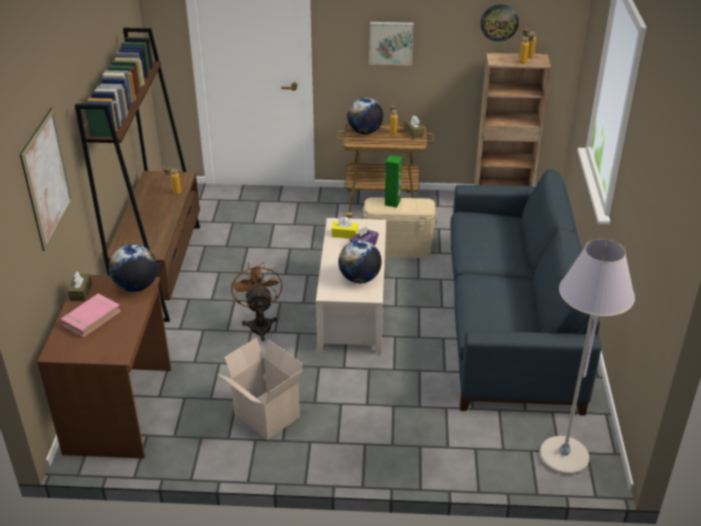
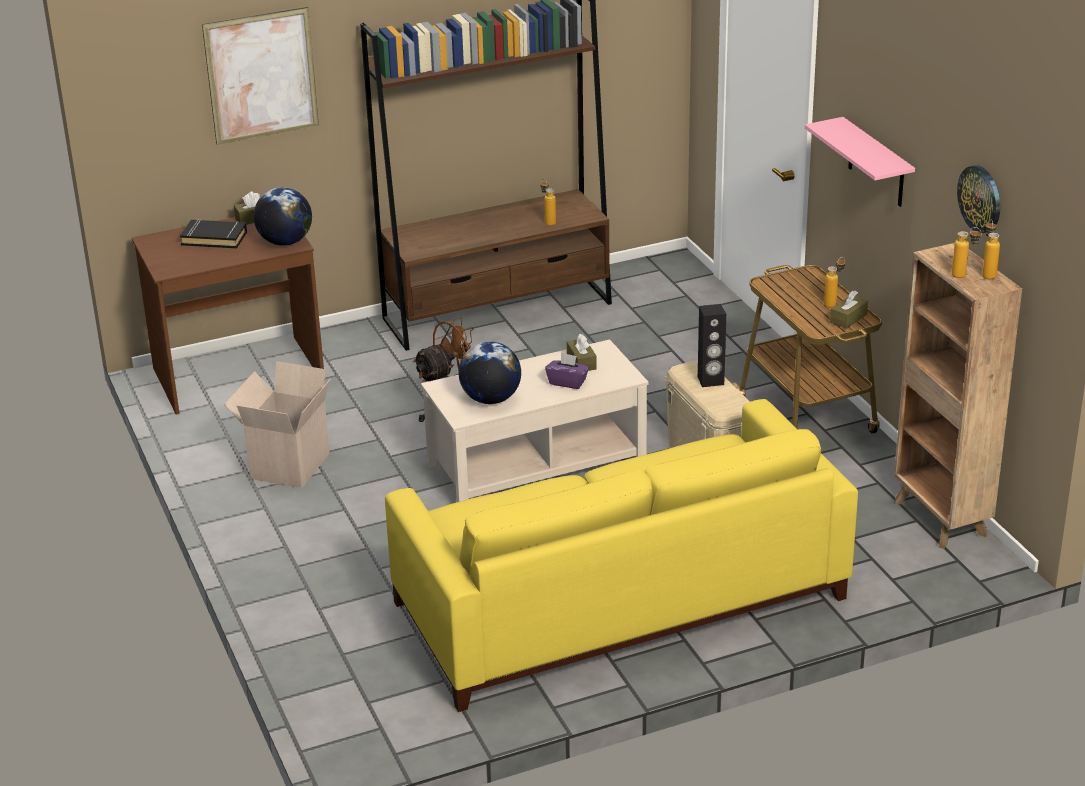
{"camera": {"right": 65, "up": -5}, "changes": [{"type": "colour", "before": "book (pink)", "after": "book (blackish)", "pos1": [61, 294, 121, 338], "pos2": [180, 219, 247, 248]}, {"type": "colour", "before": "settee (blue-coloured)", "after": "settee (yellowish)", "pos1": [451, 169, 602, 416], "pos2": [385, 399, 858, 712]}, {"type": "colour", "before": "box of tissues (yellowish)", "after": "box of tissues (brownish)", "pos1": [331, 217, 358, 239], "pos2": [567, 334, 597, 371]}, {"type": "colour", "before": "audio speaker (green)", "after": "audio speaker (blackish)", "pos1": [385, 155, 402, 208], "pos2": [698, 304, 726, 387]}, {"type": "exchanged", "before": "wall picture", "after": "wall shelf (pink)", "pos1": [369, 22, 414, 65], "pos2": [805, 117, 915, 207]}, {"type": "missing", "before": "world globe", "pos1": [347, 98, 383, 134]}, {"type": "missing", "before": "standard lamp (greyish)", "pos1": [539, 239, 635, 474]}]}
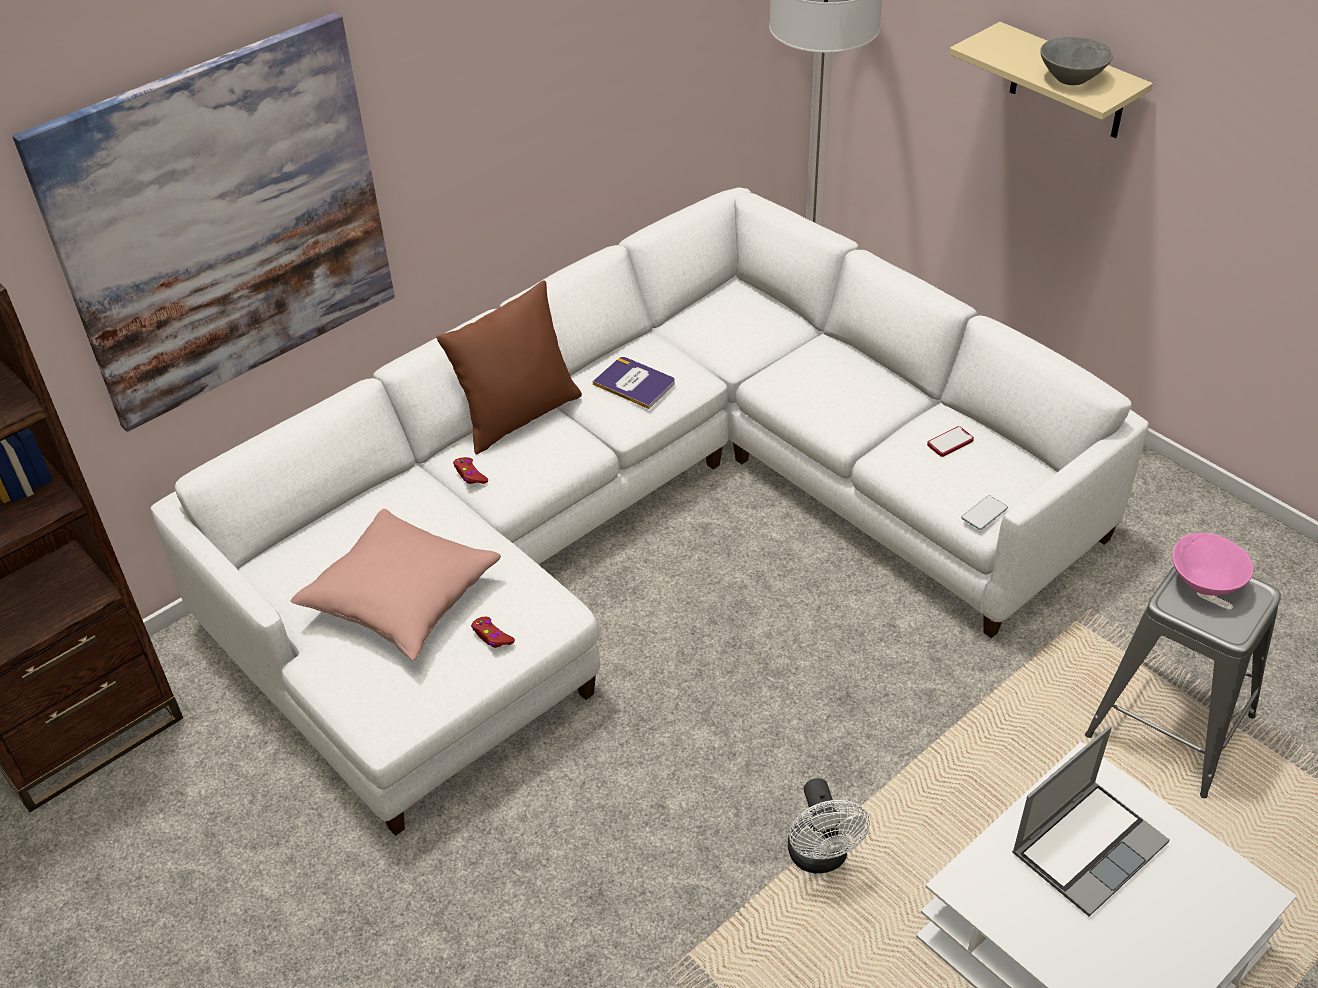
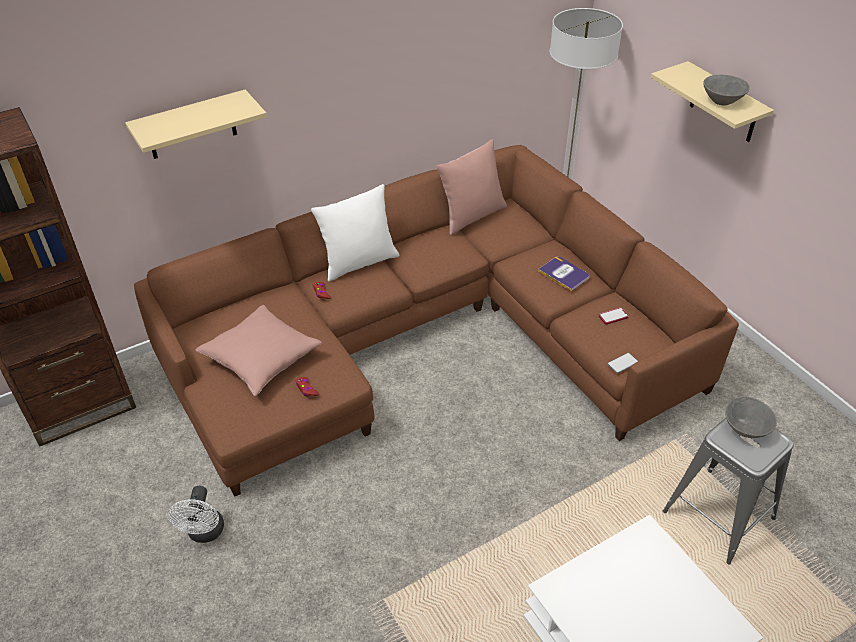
{"camera": {"right": 10, "up": 0}, "changes": [{"type": "exchanged", "before": "wall picture", "after": "wall shelf (beige)", "pos1": [13, 12, 395, 432], "pos2": [125, 89, 267, 159]}, {"type": "colour", "before": "settee (whitish)", "after": "settee (brownish)", "pos1": [151, 187, 1149, 836], "pos2": [134, 145, 739, 497]}, {"type": "relocated", "before": "cooling fan (whitish)", "pos1": [788, 778, 870, 873], "pos2": [168, 486, 224, 543]}, {"type": "colour", "before": "throw pillow (brownish)", "after": "throw pillow (whitish)", "pos1": [437, 280, 582, 454], "pos2": [311, 184, 399, 282]}, {"type": "appeared", "after": "throw pillow (pink)", "pos2": [436, 139, 507, 235]}, {"type": "relocated", "before": "book", "pos1": [593, 357, 675, 409], "pos2": [538, 256, 590, 291]}, {"type": "colour", "before": "bowl (pink)", "after": "bowl (greyish)", "pos1": [1172, 533, 1253, 596], "pos2": [725, 396, 777, 438]}, {"type": "missing", "before": "notebook computer", "pos1": [1012, 726, 1170, 917]}]}
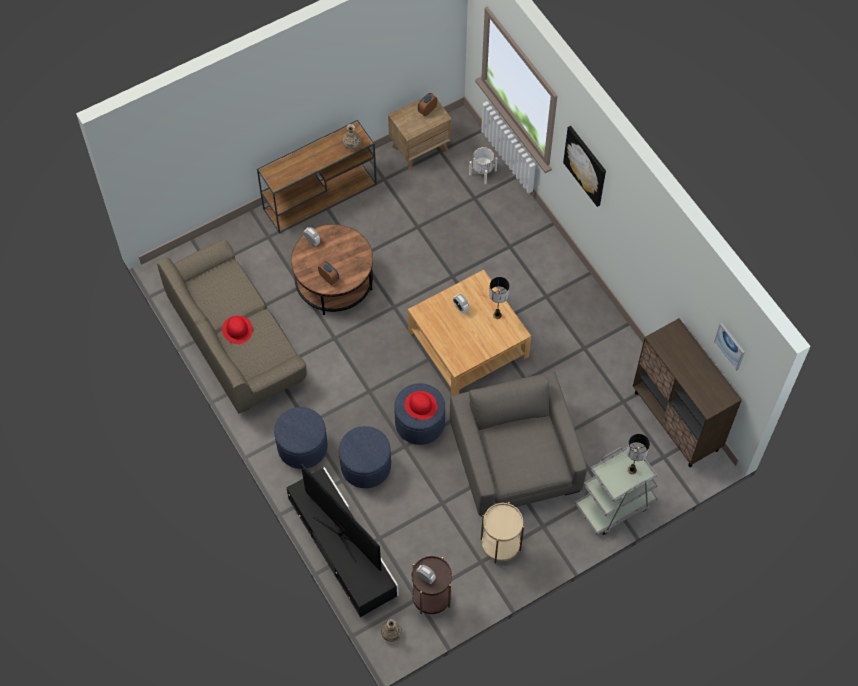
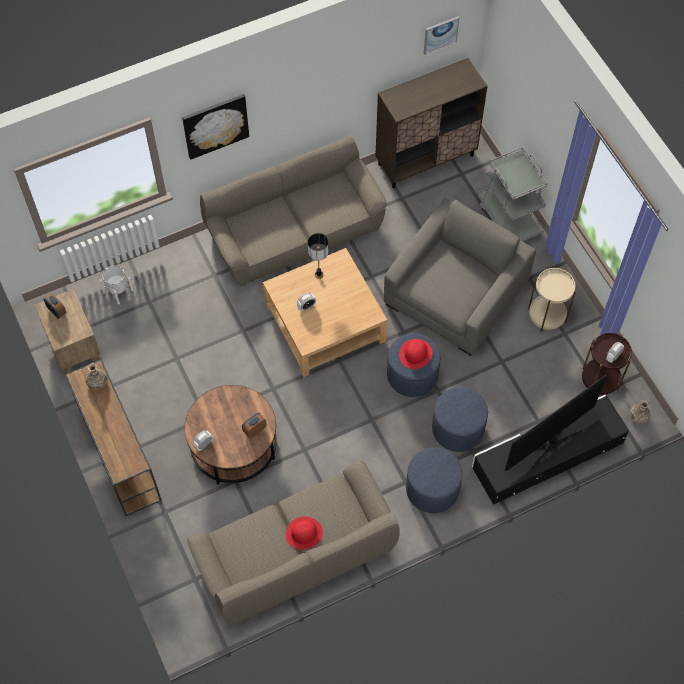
{"camera": {"right": -85, "up": 0}, "changes": [{"type": "appeared", "after": "settee", "pos2": [200, 135, 387, 286]}, {"type": "spun", "before": "easy chair (greyish)", "pos1": [450, 371, 587, 517], "pos2": [384, 198, 536, 356], "turn": 135}, {"type": "missing", "before": "tabletop lamp", "pos1": [627, 434, 650, 474]}]}
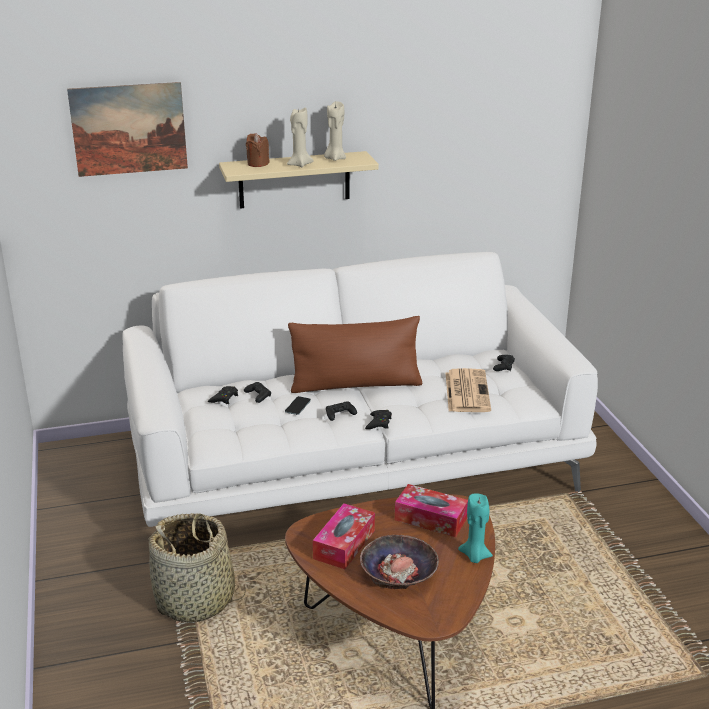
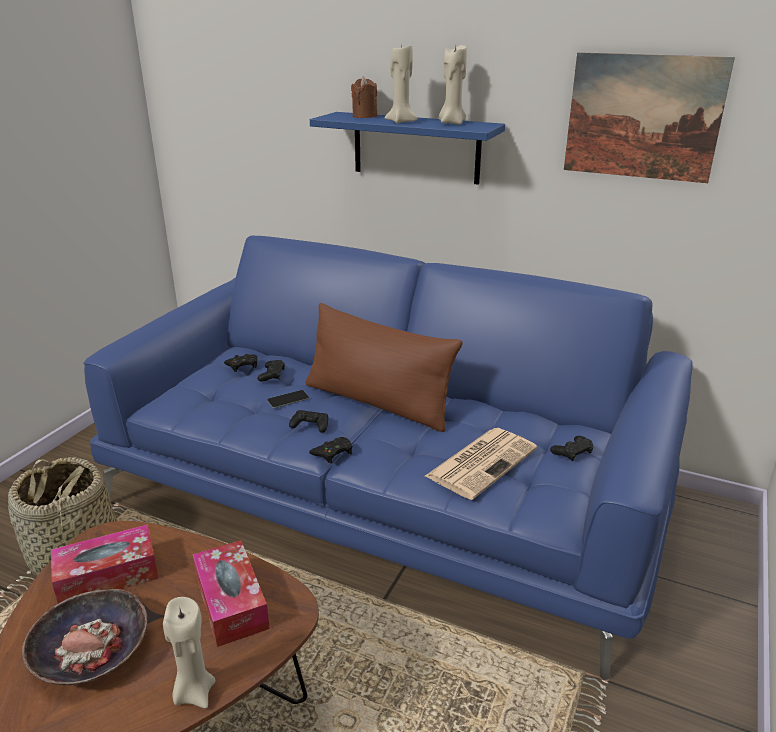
{"camera": {"right": 40, "up": 0}, "changes": [{"type": "colour", "before": "settee (whitish)", "after": "settee (blue-coloured)", "pos1": [122, 252, 598, 527], "pos2": [83, 235, 692, 680]}, {"type": "colour", "before": "candle (turquoise-coloured)", "after": "candle (beige)", "pos1": [458, 493, 493, 563], "pos2": [163, 597, 215, 708]}, {"type": "colour", "before": "wall shelf (beige)", "after": "wall shelf (blue-coloured)", "pos1": [219, 151, 379, 209], "pos2": [310, 112, 505, 185]}, {"type": "relocated", "before": "wall picture", "pos1": [67, 82, 188, 177], "pos2": [564, 52, 735, 183]}]}
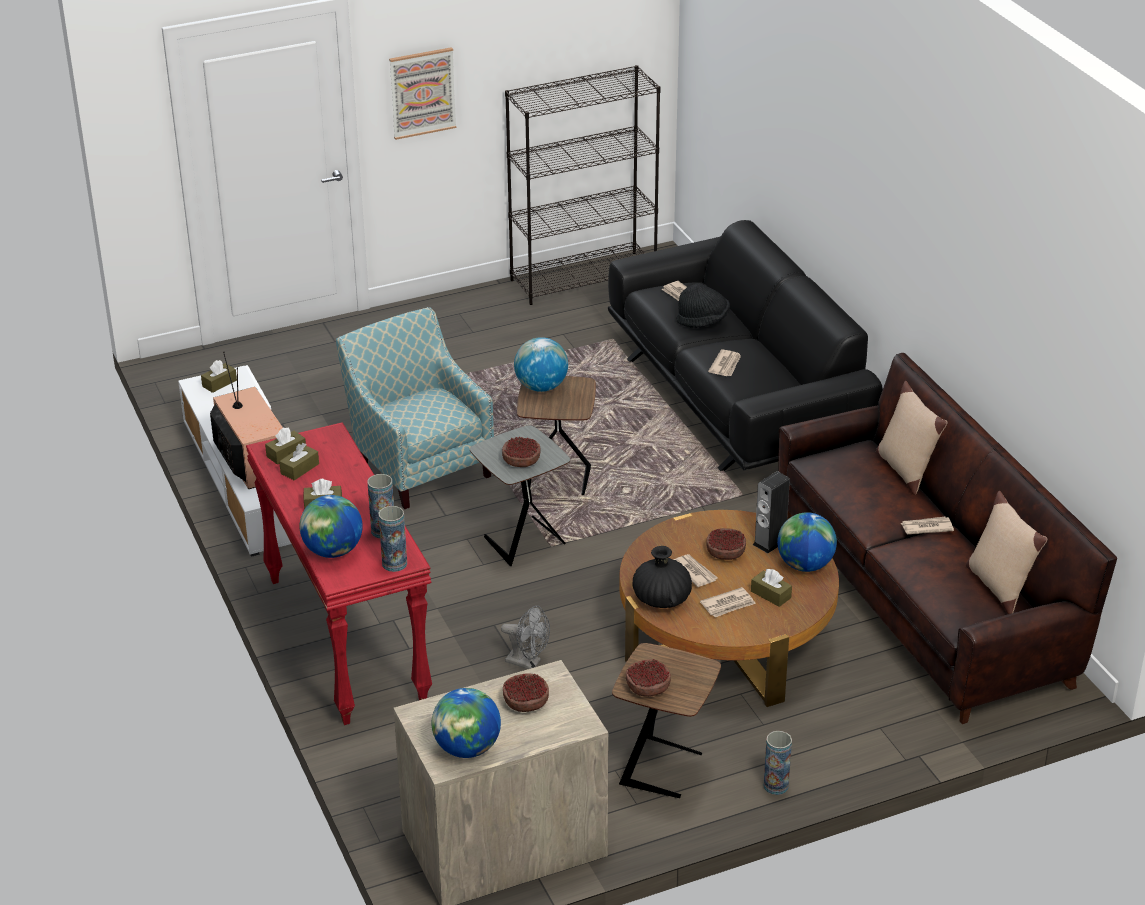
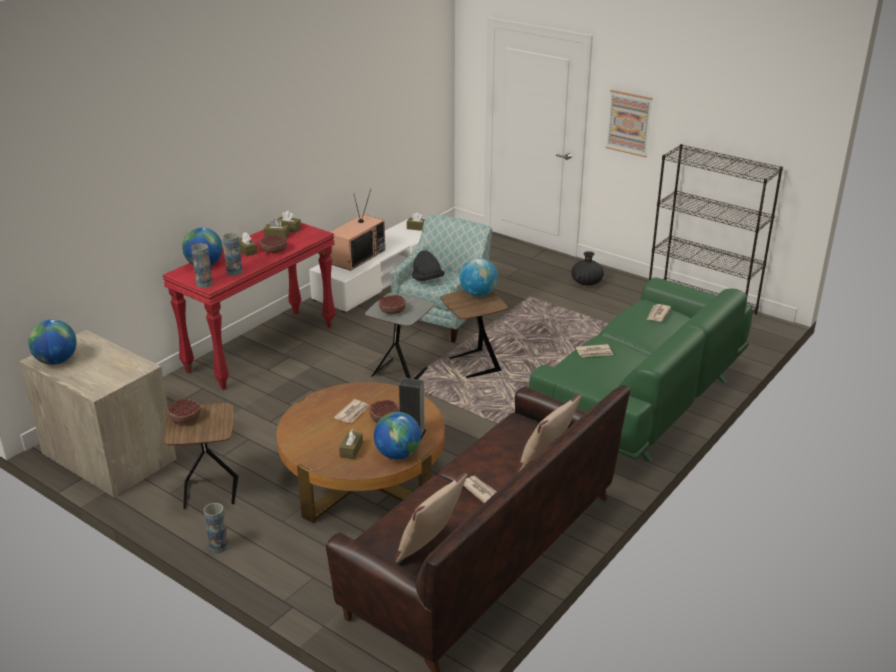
{"camera": {"right": 60, "up": -5}, "changes": [{"type": "relocated", "before": "bowl", "pos1": [503, 673, 549, 712], "pos2": [260, 235, 287, 253]}, {"type": "relocated", "before": "hat (blackish)", "pos1": [676, 283, 730, 328], "pos2": [412, 250, 444, 281]}, {"type": "colour", "before": "settee (blackish)", "after": "settee (green)", "pos1": [608, 220, 883, 471], "pos2": [529, 278, 753, 462]}, {"type": "relocated", "before": "flower vase (blackish)", "pos1": [632, 546, 692, 608], "pos2": [571, 251, 604, 286]}, {"type": "missing", "before": "cooling fan (greyish)", "pos1": [501, 606, 550, 669]}, {"type": "missing", "before": "printed paper", "pos1": [700, 587, 756, 617]}]}
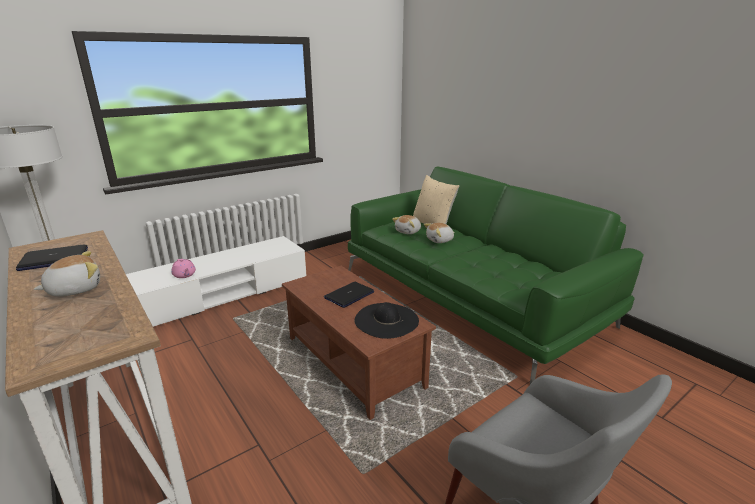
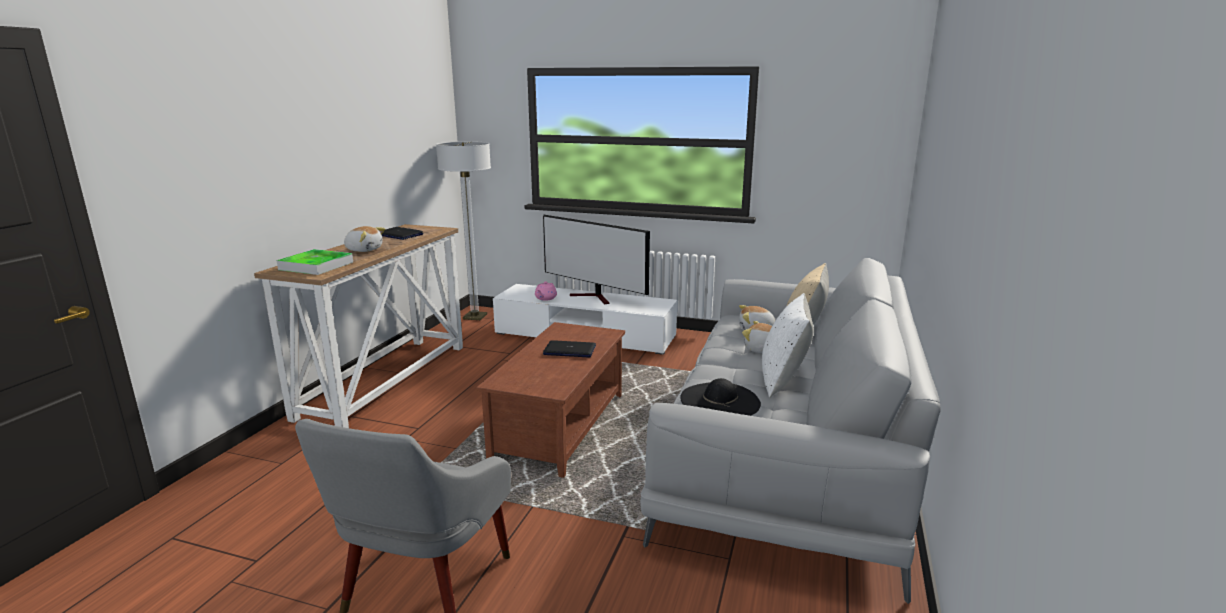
{"camera": {"right": 55, "up": -5}, "changes": [{"type": "appeared", "after": "tray", "pos2": [276, 249, 353, 275]}, {"type": "appeared", "after": "TV", "pos2": [543, 215, 650, 304]}, {"type": "colour", "before": "settee (green)", "after": "settee (greyish)", "pos1": [348, 166, 644, 384], "pos2": [640, 258, 941, 604]}, {"type": "relocated", "before": "hat (blackish)", "pos1": [354, 302, 419, 339], "pos2": [680, 378, 761, 416]}, {"type": "appeared", "after": "throw pillow (whitish)", "pos2": [762, 293, 814, 397]}]}
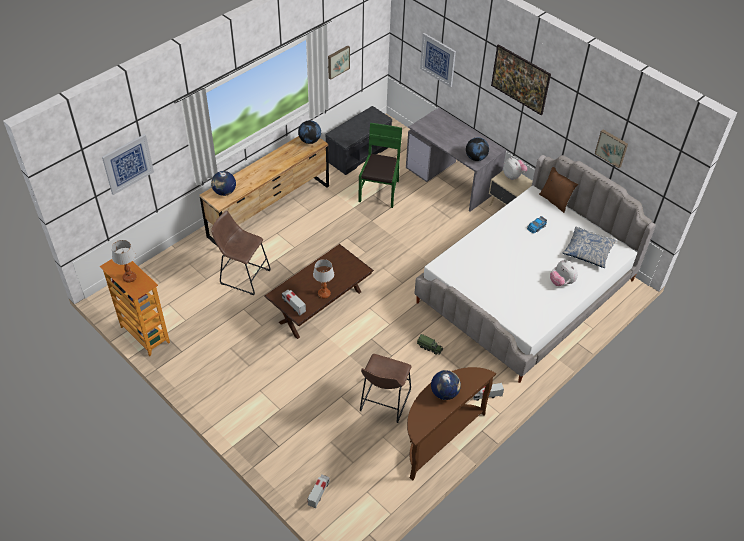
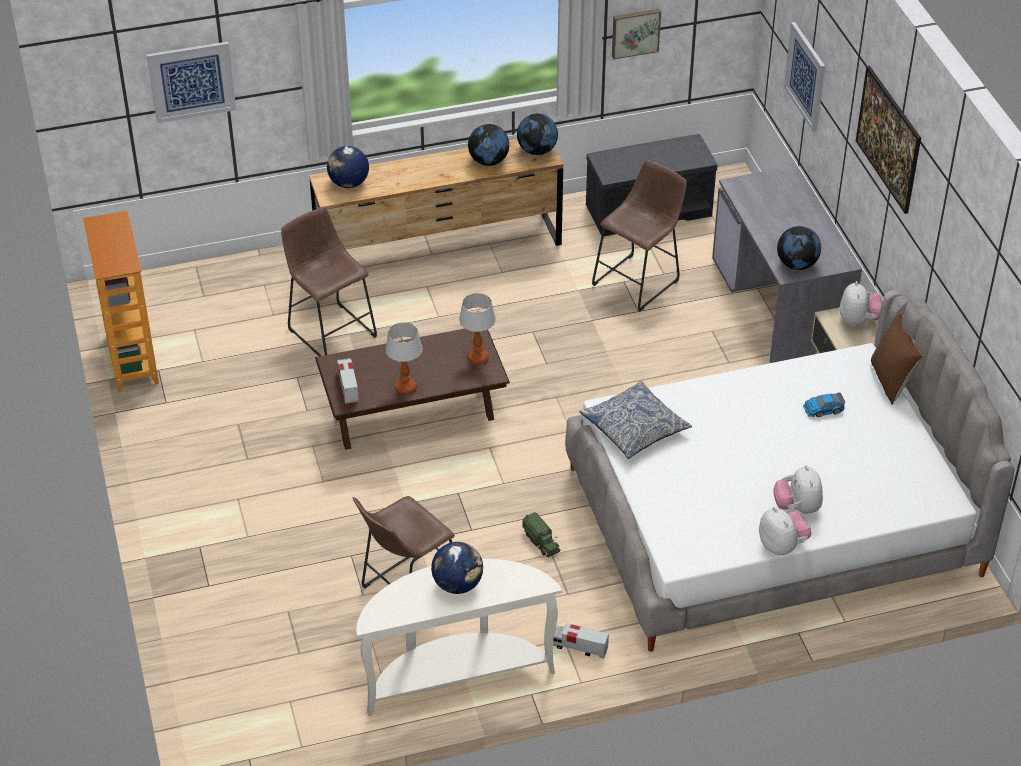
{"camera": {"right": 30, "up": -5}, "changes": [{"type": "colour", "before": "console table (brownish)", "after": "console table (whitish)", "pos1": [407, 367, 496, 481], "pos2": [356, 559, 562, 716]}, {"type": "relocated", "before": "tabletop lamp", "pos1": [112, 240, 137, 282], "pos2": [459, 293, 496, 365]}, {"type": "appeared", "after": "world globe", "pos2": [468, 124, 509, 166]}, {"type": "relocated", "before": "throw pillow", "pos1": [562, 226, 617, 268], "pos2": [579, 381, 692, 459]}, {"type": "exchanged", "before": "chair (green)", "after": "stool (brownish)", "pos1": [358, 123, 402, 208], "pos2": [592, 160, 687, 312]}, {"type": "appeared", "after": "cuddly toy", "pos2": [759, 507, 811, 555]}, {"type": "missing", "before": "toy truck", "pos1": [307, 474, 330, 508]}, {"type": "missing", "before": "wall picture", "pos1": [595, 130, 628, 168]}]}
